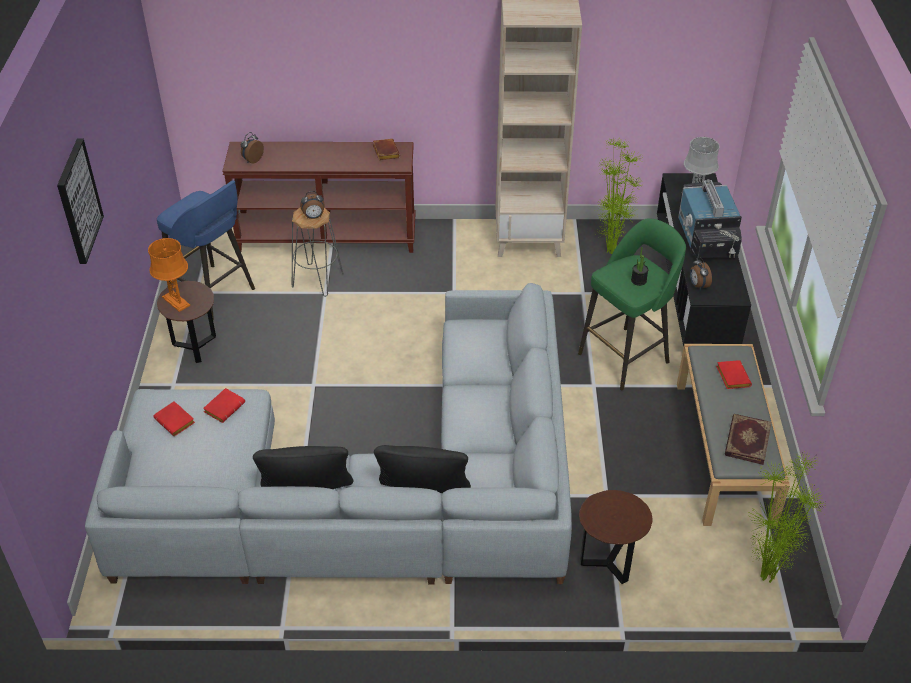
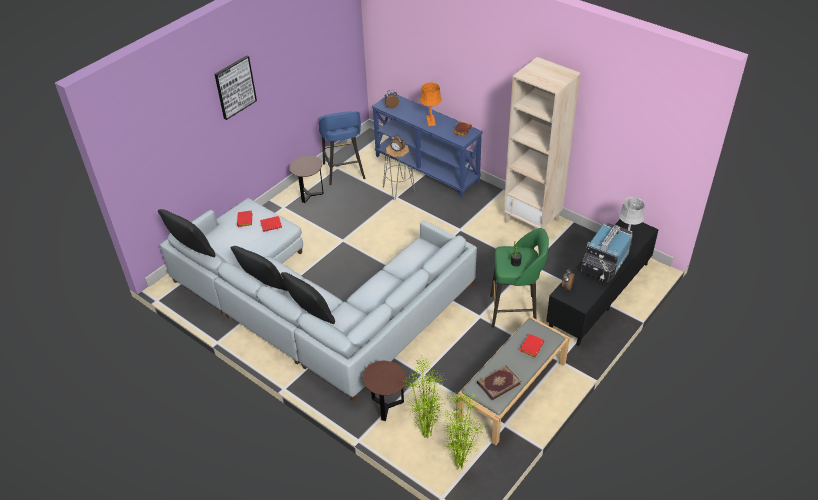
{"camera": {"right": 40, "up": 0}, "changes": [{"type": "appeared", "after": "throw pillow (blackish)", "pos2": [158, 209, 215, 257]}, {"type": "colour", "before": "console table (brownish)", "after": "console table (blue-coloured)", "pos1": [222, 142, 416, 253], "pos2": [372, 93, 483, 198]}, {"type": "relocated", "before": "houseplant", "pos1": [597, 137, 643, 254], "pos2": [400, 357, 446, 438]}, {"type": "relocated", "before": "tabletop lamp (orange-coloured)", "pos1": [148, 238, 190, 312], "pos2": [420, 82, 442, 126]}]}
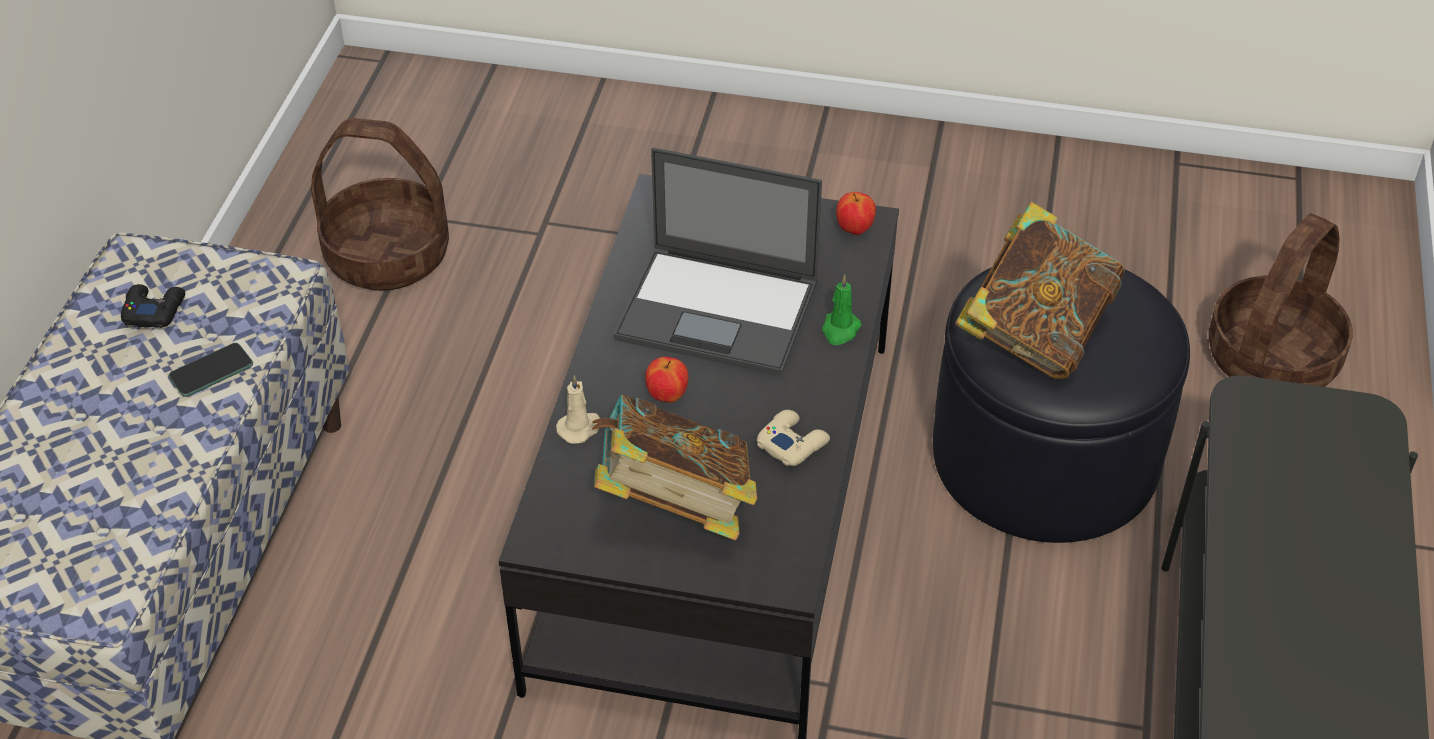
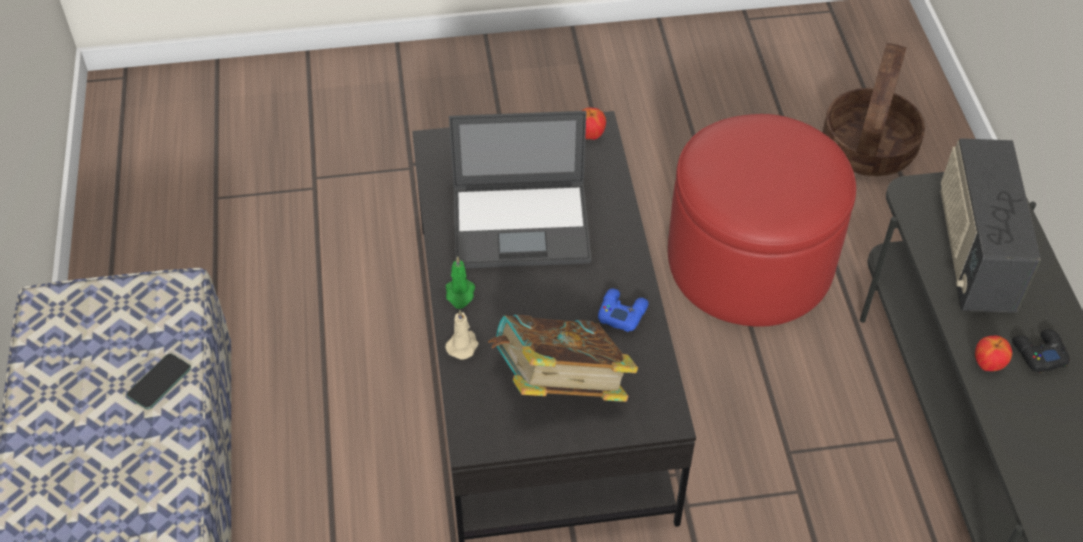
{"camera": {"right": -20, "up": 5}, "changes": [{"type": "relocated", "before": "candle (green)", "pos1": [822, 275, 862, 345], "pos2": [446, 256, 475, 309]}, {"type": "colour", "before": "game controller (beige)", "after": "game controller (blue-coloured)", "pos1": [757, 410, 830, 466], "pos2": [598, 289, 649, 332]}, {"type": "colour", "before": "footrest (blackish)", "after": "footrest (red)", "pos1": [933, 267, 1190, 543], "pos2": [668, 114, 856, 327]}, {"type": "appeared", "after": "radio receiver", "pos2": [940, 138, 1041, 313]}, {"type": "relocated", "before": "apple fruit", "pos1": [645, 357, 688, 403], "pos2": [975, 336, 1012, 371]}, {"type": "relocated", "before": "game controller (blackish)", "pos1": [121, 284, 185, 328], "pos2": [1012, 329, 1070, 373]}, {"type": "missing", "before": "household basket", "pos1": [311, 118, 449, 291]}, {"type": "missing", "before": "book", "pos1": [955, 202, 1125, 379]}]}
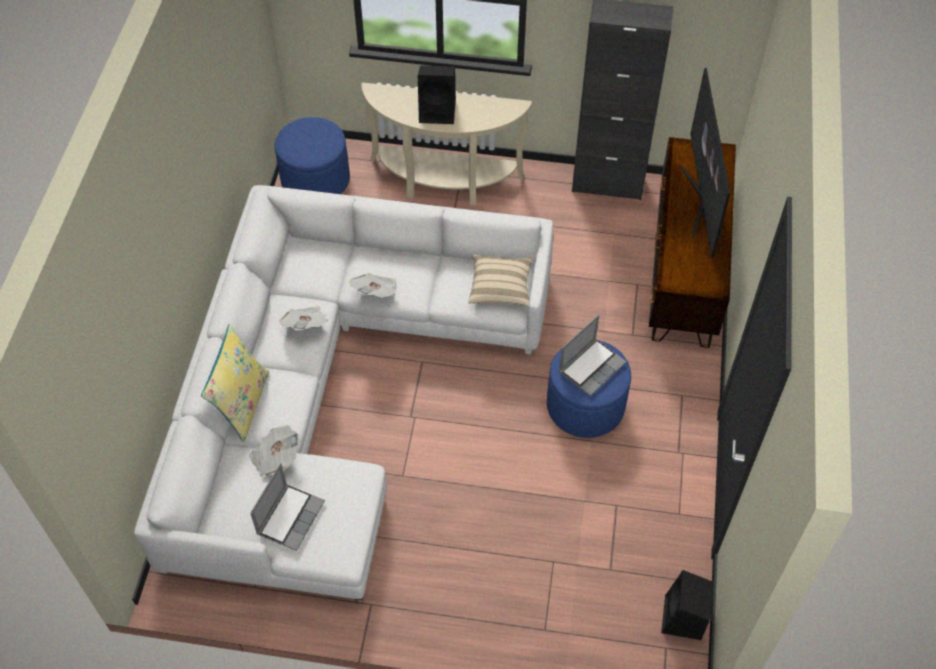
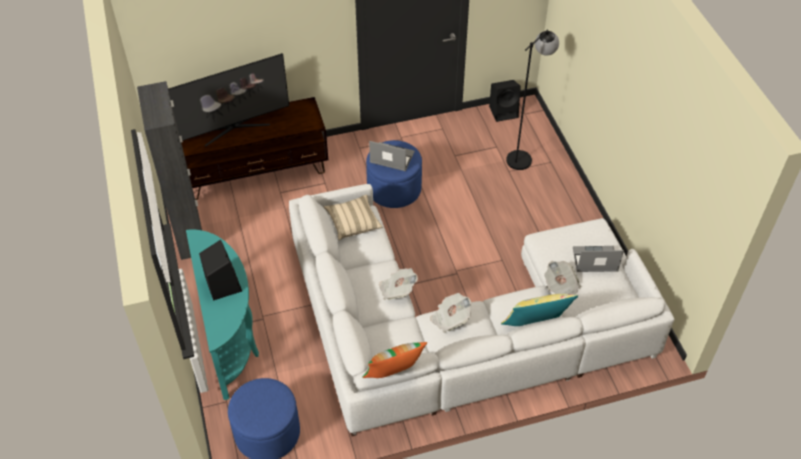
{"camera": {"right": -115, "up": -5}, "changes": [{"type": "colour", "before": "console table (beige)", "after": "console table (turquoise-coloured)", "pos1": [361, 82, 532, 205], "pos2": [186, 229, 259, 400]}, {"type": "appeared", "after": "throw pillow", "pos2": [362, 342, 427, 378]}, {"type": "appeared", "after": "standard lamp (blackish)", "pos2": [506, 30, 559, 170]}]}
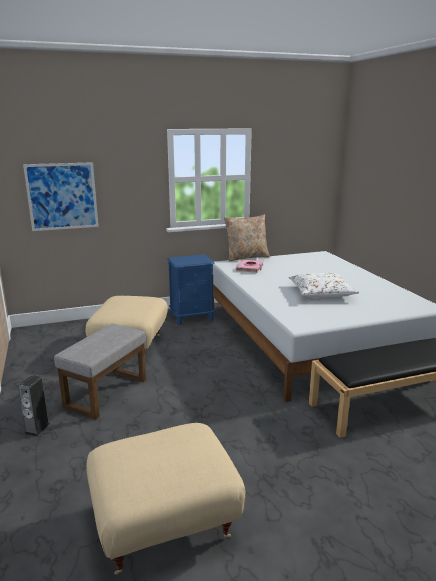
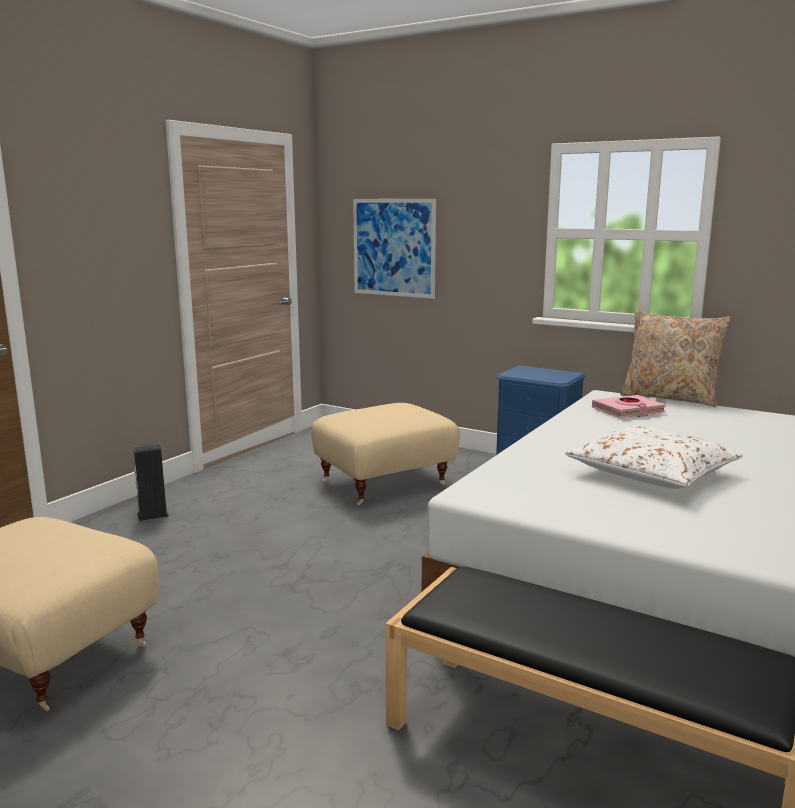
{"camera": {"right": 50, "up": -5}, "changes": [{"type": "missing", "before": "footrest (greyish)", "pos1": [54, 324, 146, 420]}]}
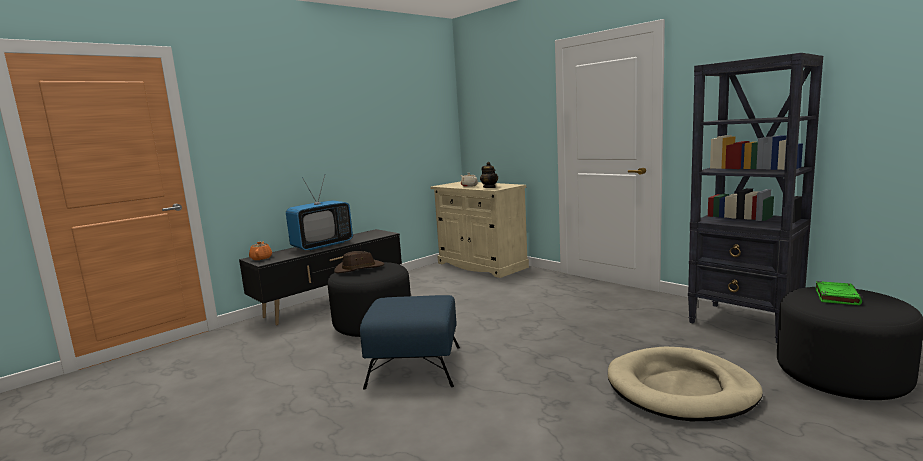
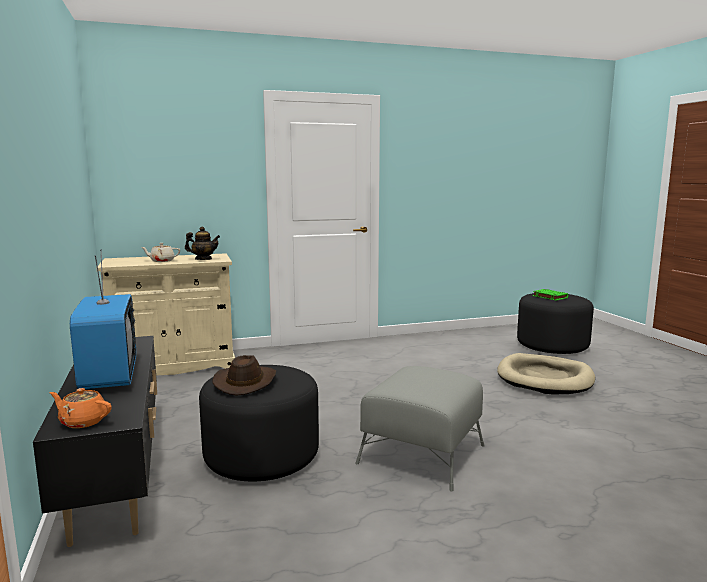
{"camera": {"right": -65, "up": 0}, "changes": [{"type": "colour", "before": "footrest (blue-coloured)", "after": "footrest (greyish)", "pos1": [360, 295, 460, 390], "pos2": [355, 366, 485, 491]}, {"type": "missing", "before": "shelving unit (blackish)", "pos1": [688, 53, 823, 343]}]}
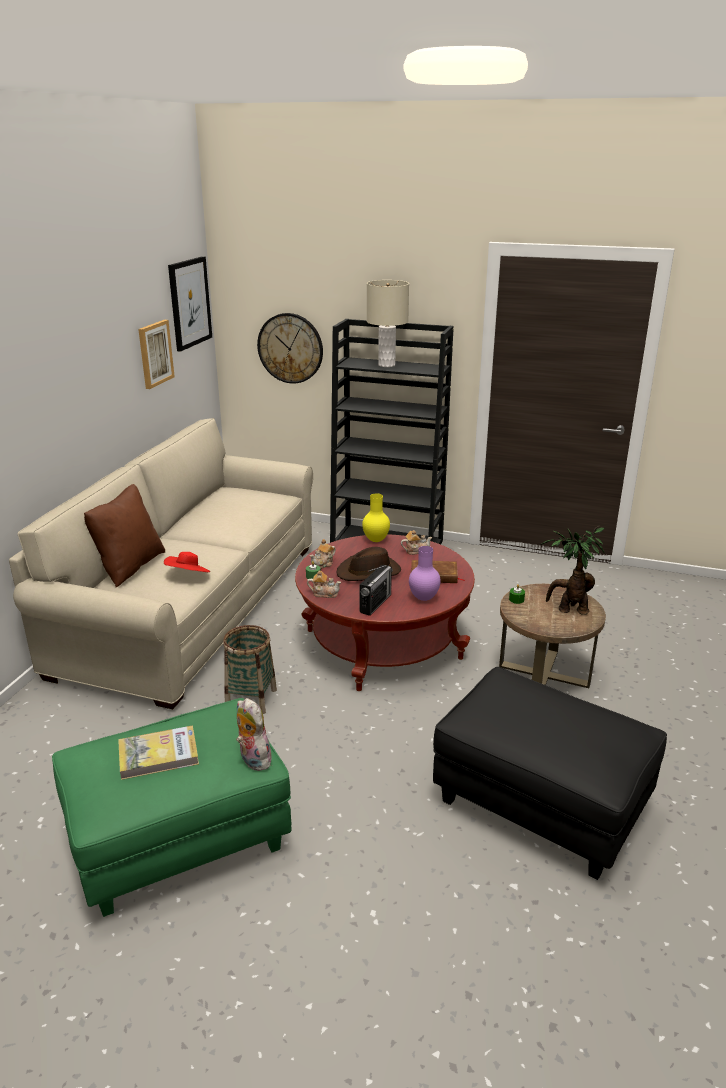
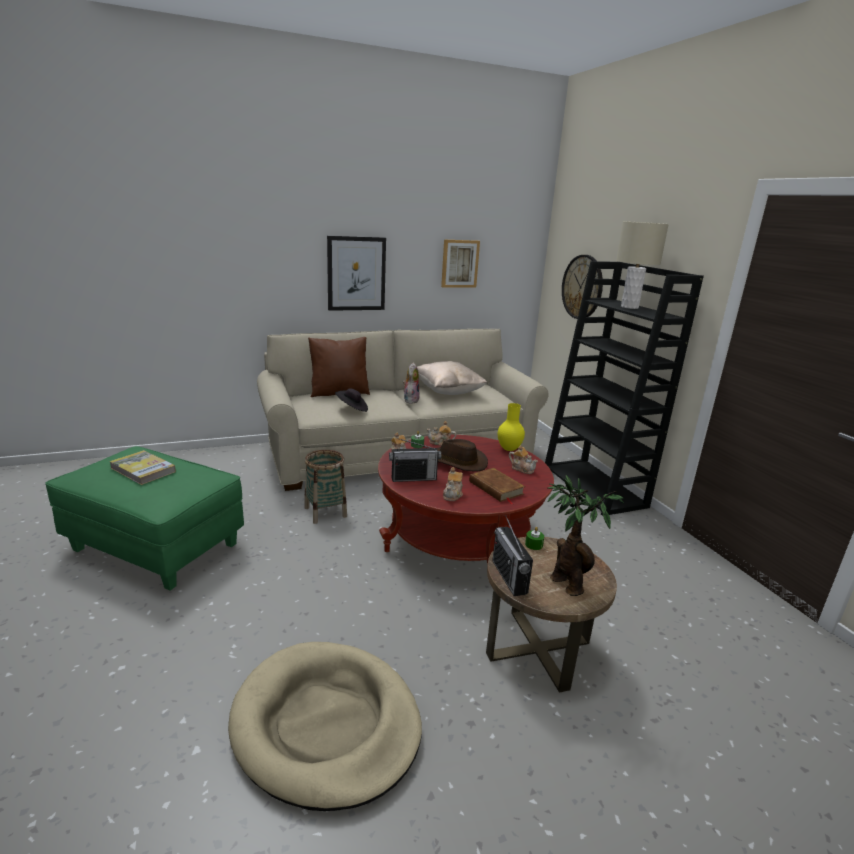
{"camera": {"right": 50, "up": -5}, "changes": [{"type": "exchanged", "before": "footrest (blackish)", "after": "pet bed (beige)", "pos1": [433, 667, 667, 880], "pos2": [228, 642, 422, 811]}, {"type": "relocated", "before": "wall picture", "pos1": [168, 256, 212, 352], "pos2": [327, 236, 386, 311]}, {"type": "colour", "before": "hat (red)", "after": "hat (blackish)", "pos1": [164, 552, 210, 572], "pos2": [335, 388, 368, 412]}, {"type": "relocated", "before": "cuddly toy", "pos1": [236, 698, 272, 771], "pos2": [403, 363, 420, 404]}, {"type": "appeared", "after": "throw pillow (beige)", "pos2": [417, 361, 487, 395]}, {"type": "exchanged", "before": "flower vase (purplish)", "after": "tea pot", "pos1": [409, 546, 441, 601], "pos2": [443, 467, 463, 501]}, {"type": "appeared", "after": "radio receiver", "pos2": [492, 515, 533, 596]}]}
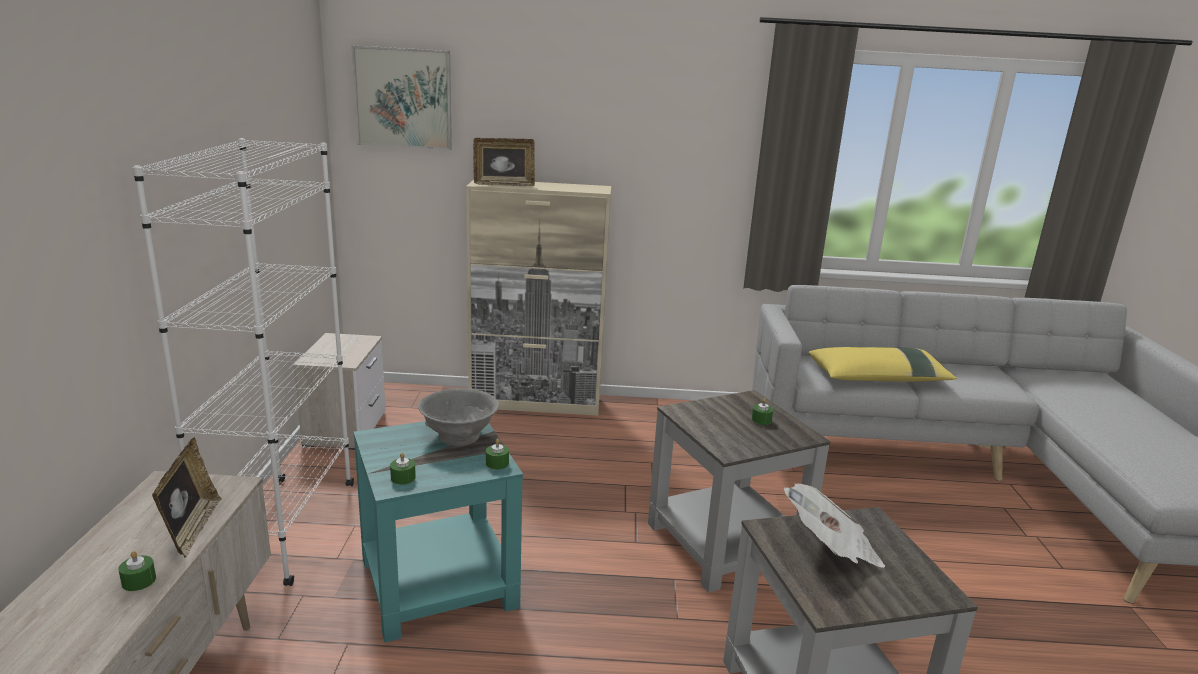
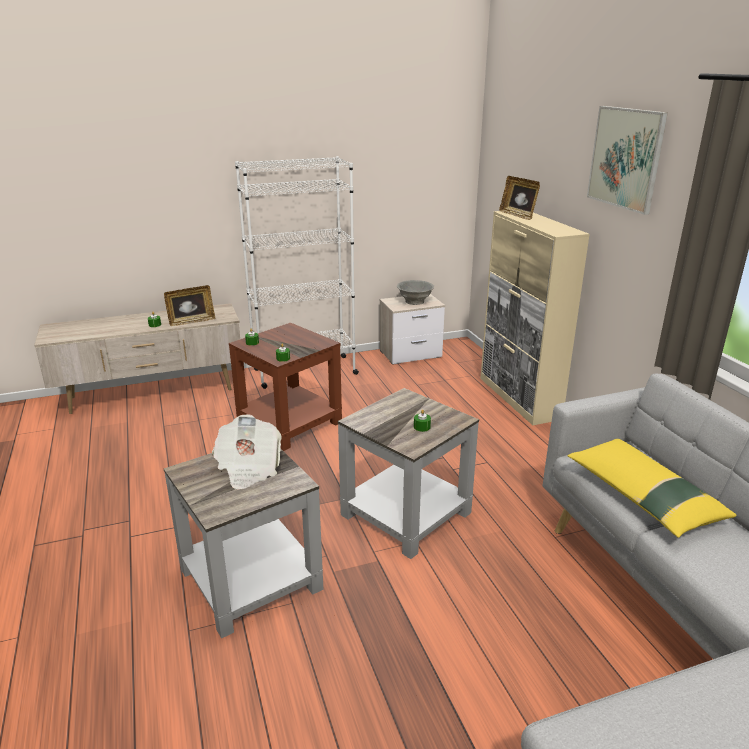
{"camera": {"right": 70, "up": 5}, "changes": [{"type": "colour", "before": "accent table (turquoise-coloured)", "after": "accent table (brownish)", "pos1": [354, 421, 523, 643], "pos2": [229, 323, 342, 451]}, {"type": "relocated", "before": "bowl (greyish)", "pos1": [418, 388, 499, 446], "pos2": [397, 280, 434, 305]}, {"type": "relocated", "before": "wall picture", "pos1": [352, 46, 452, 150], "pos2": [587, 106, 668, 215]}]}
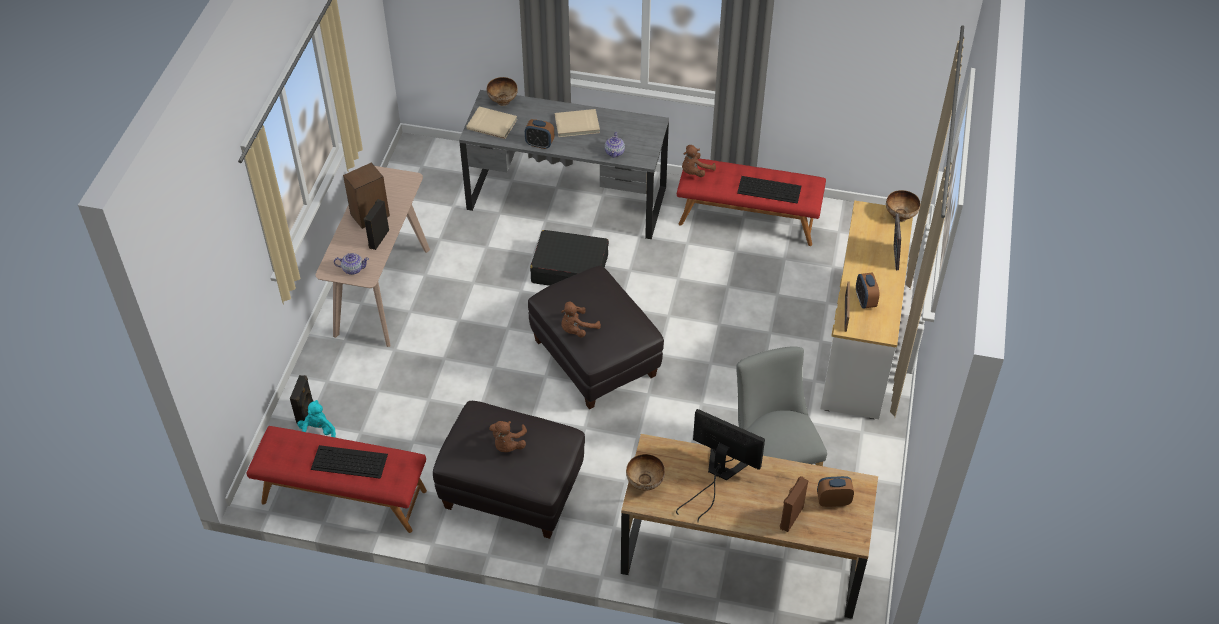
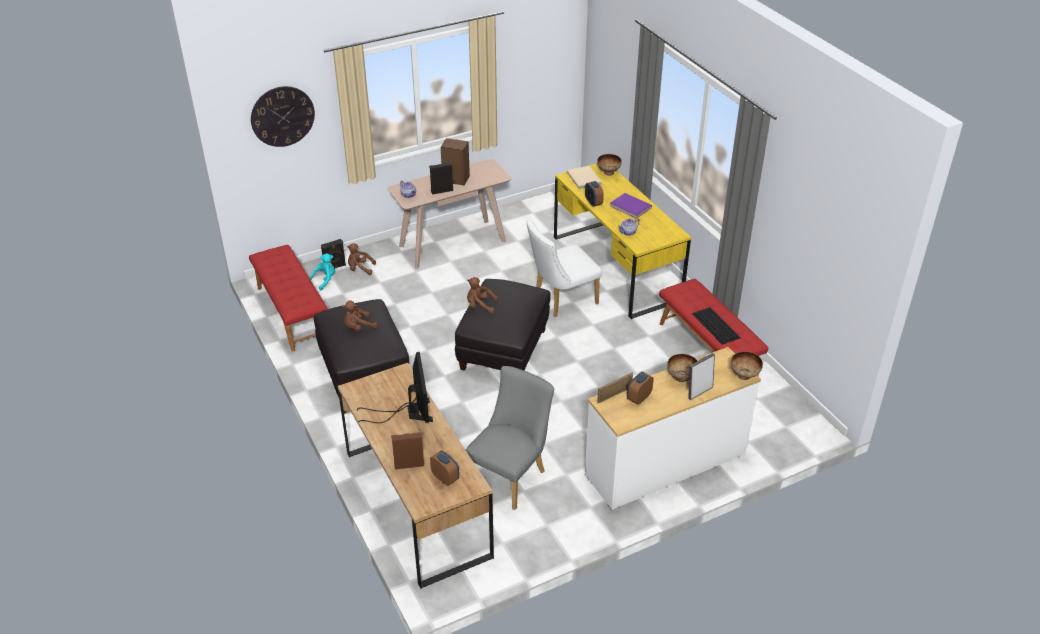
{"camera": {"right": 50, "up": -10}, "changes": [{"type": "appeared", "after": "clock on the wall", "pos2": [251, 86, 315, 147]}, {"type": "relocated", "before": "cuddly toy (brownish)", "pos1": [682, 145, 716, 177], "pos2": [347, 243, 376, 275]}, {"type": "exchanged", "before": "piece of luggage (blackish)", "after": "chair (whitish)", "pos1": [530, 230, 609, 286], "pos2": [526, 219, 602, 317]}, {"type": "colour", "before": "desk (greyish)", "after": "desk (yellowish)", "pos1": [459, 90, 669, 239], "pos2": [554, 163, 691, 319]}, {"type": "colour", "before": "book (beige)", "after": "book (purplish)", "pos1": [555, 109, 600, 137], "pos2": [610, 193, 652, 218]}, {"type": "relocated", "before": "bowl", "pos1": [626, 454, 665, 491], "pos2": [667, 354, 697, 382]}, {"type": "missing", "before": "keyboard", "pos1": [311, 445, 388, 479]}]}
